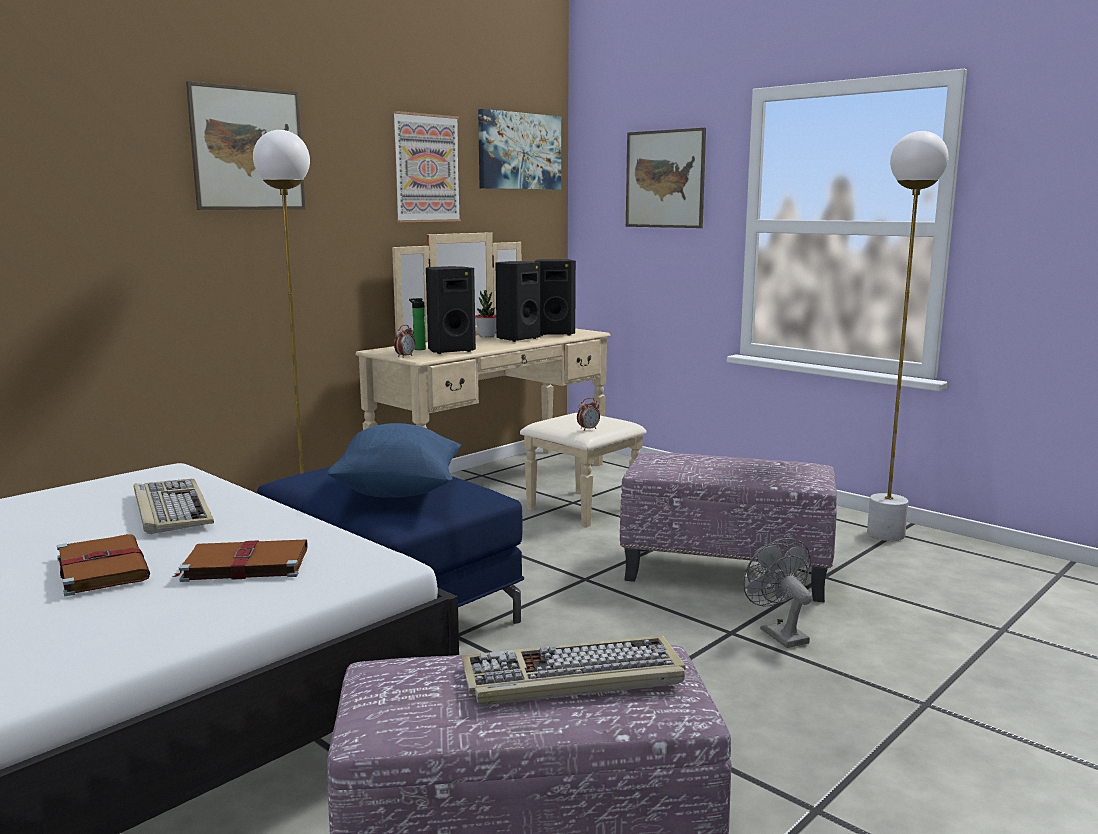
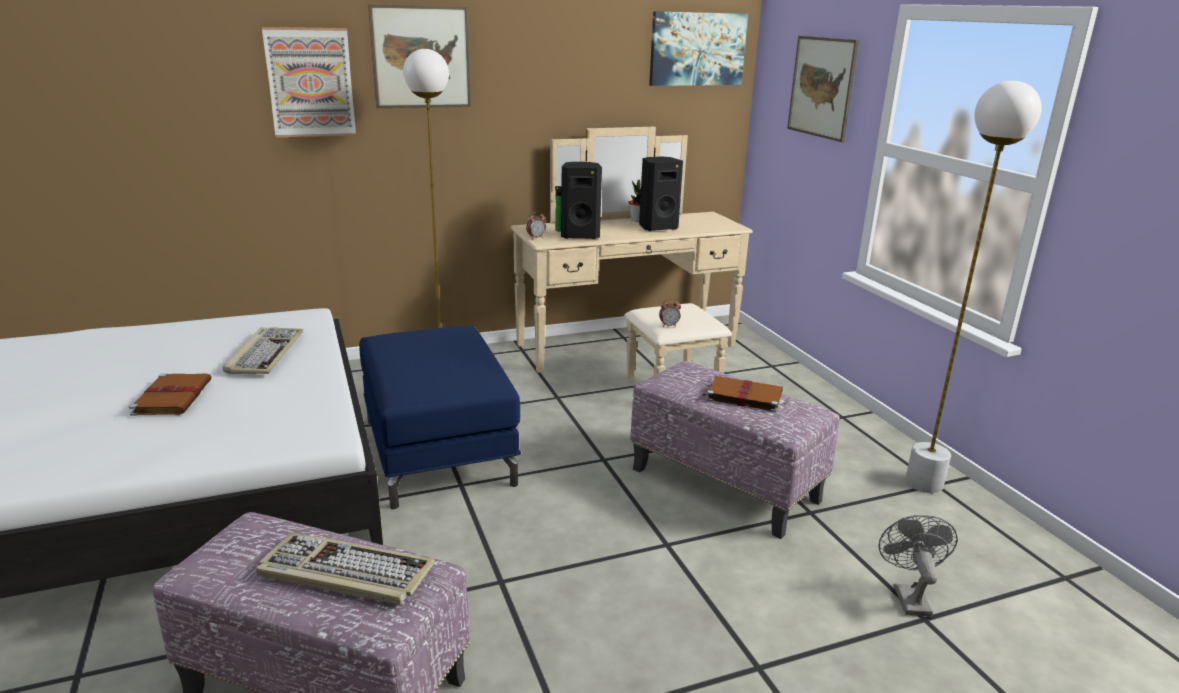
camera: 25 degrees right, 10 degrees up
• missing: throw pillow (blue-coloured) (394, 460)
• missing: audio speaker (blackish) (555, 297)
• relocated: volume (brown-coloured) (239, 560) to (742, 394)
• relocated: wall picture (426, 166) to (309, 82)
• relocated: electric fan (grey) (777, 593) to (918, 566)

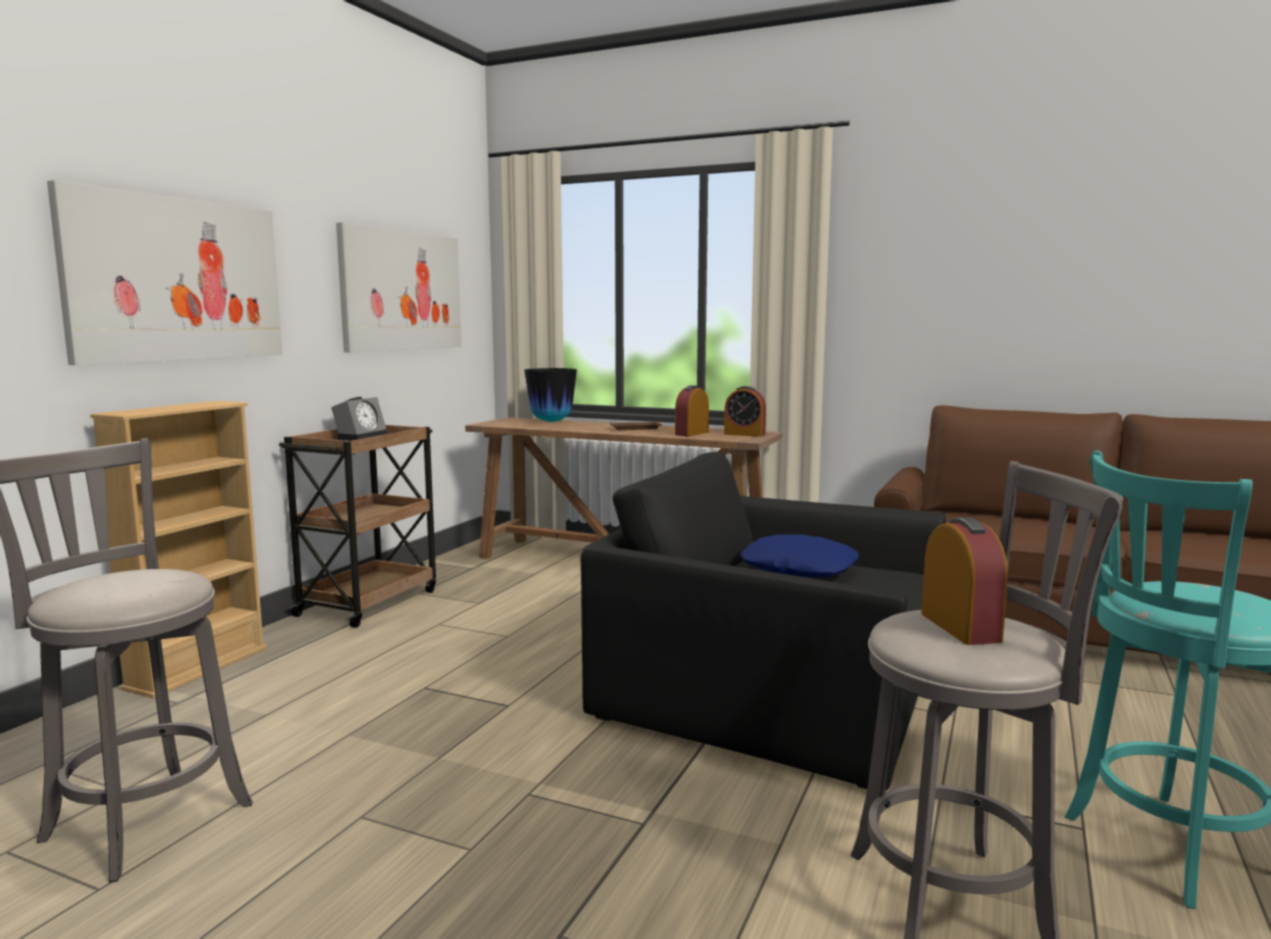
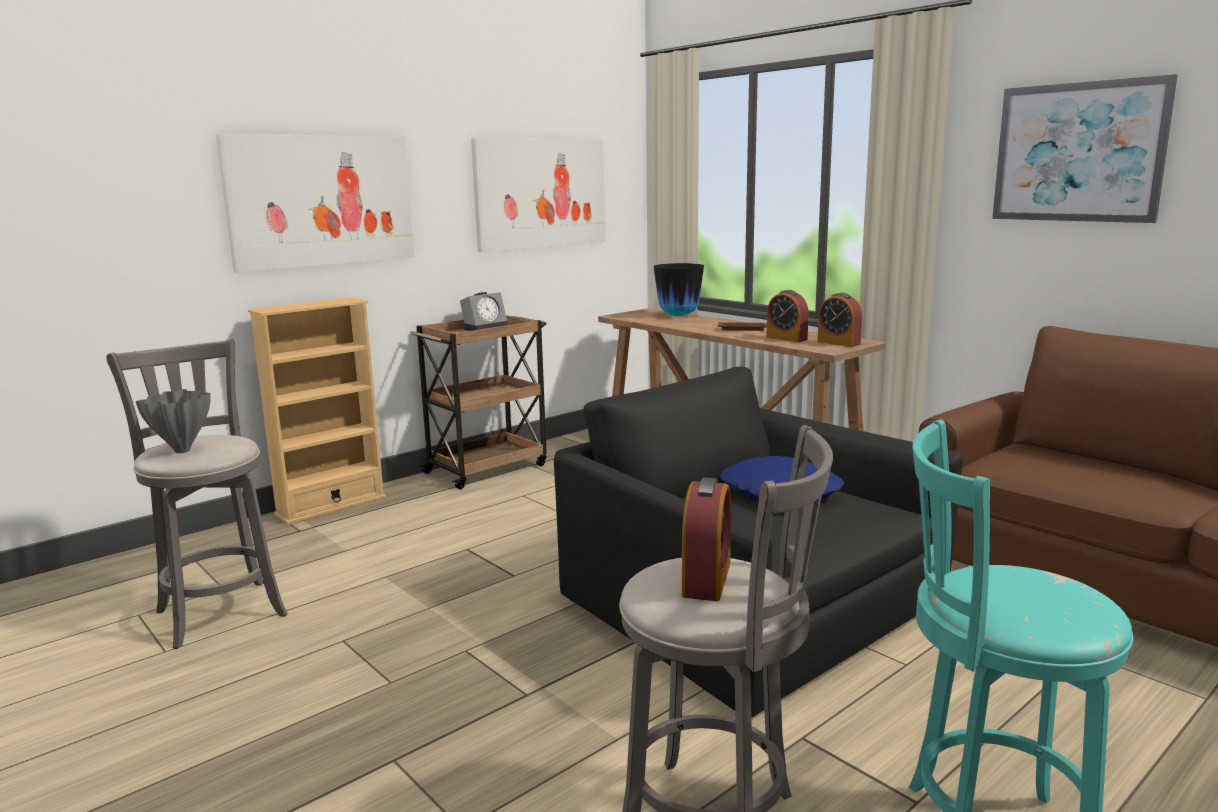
camera: 25 degrees right, 5 degrees up
• appeared: vase (grey) (173, 421)
• appeared: wall picture (1085, 148)
• spun: table clock (692, 410) = (787, 316) 105 degrees counterclockwise

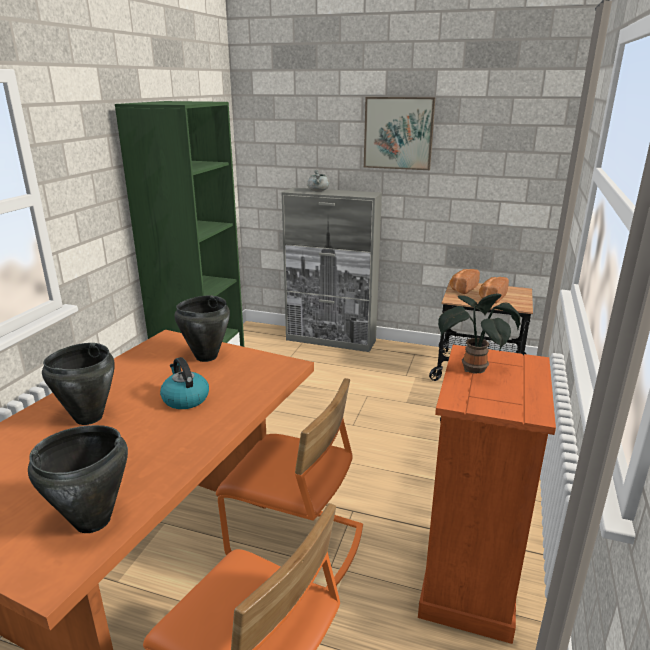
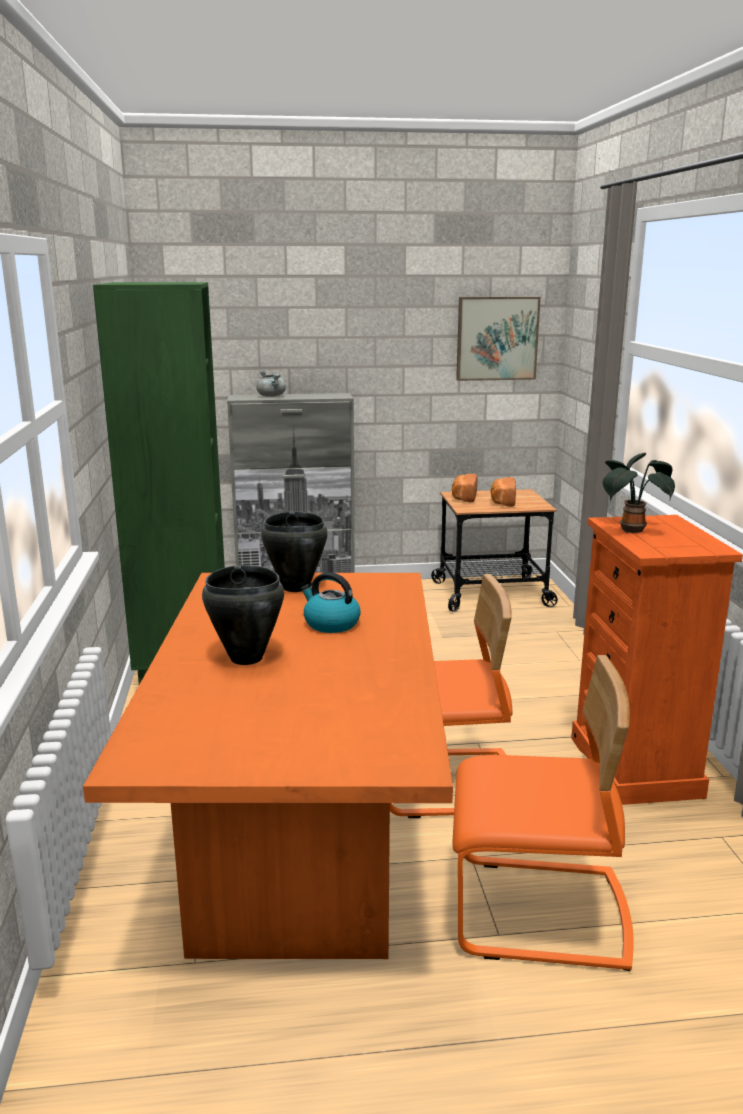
camera: 25 degrees left, 5 degrees down
• missing: cooking pot (blackish) (78, 479)
• relocated: wall picture (399, 133) to (498, 339)

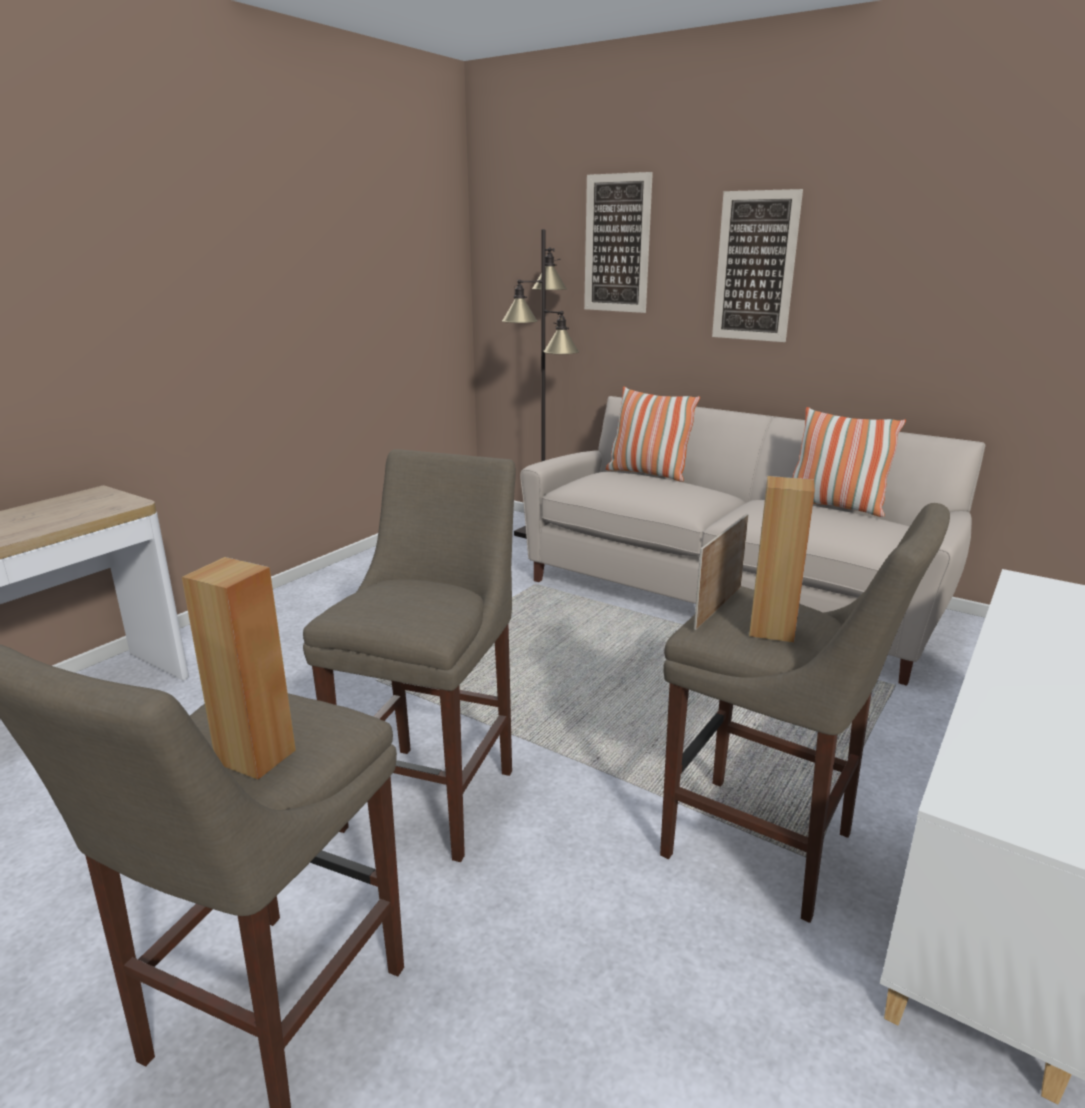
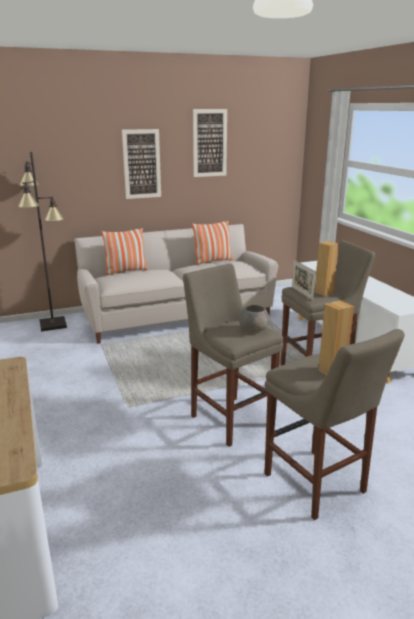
camera: 55 degrees left, 0 degrees up
• appeared: deep dish (grey) (254, 318)
• relocated: wall picture (618, 242) to (210, 143)

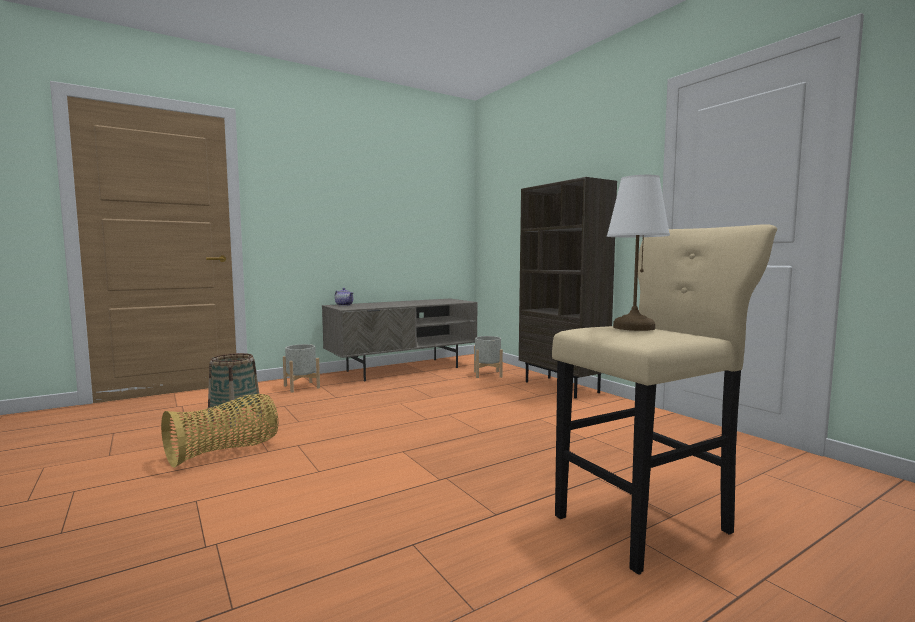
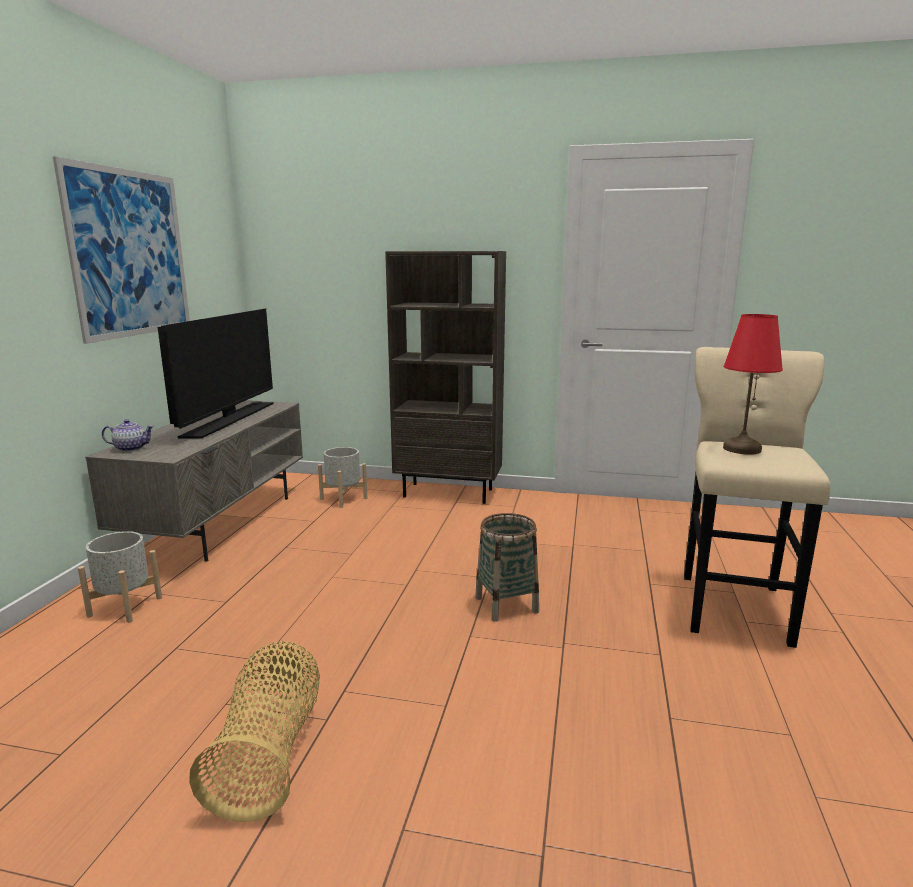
camera: 45 degrees left, 10 degrees up
• appeared: wall picture (121, 250)
• appeared: TV (216, 374)
• relocated: storage basket (235, 390) to (507, 567)
• colour: lamp for a table (whitish) (638, 253) to lamp for a table (red-coloured) (753, 384)

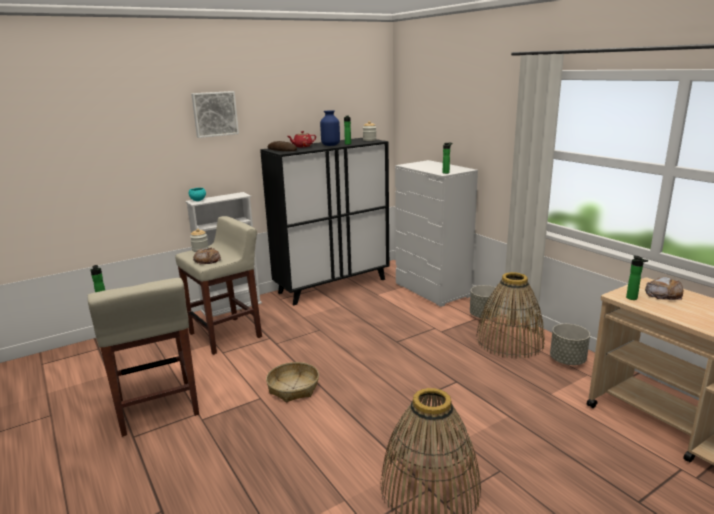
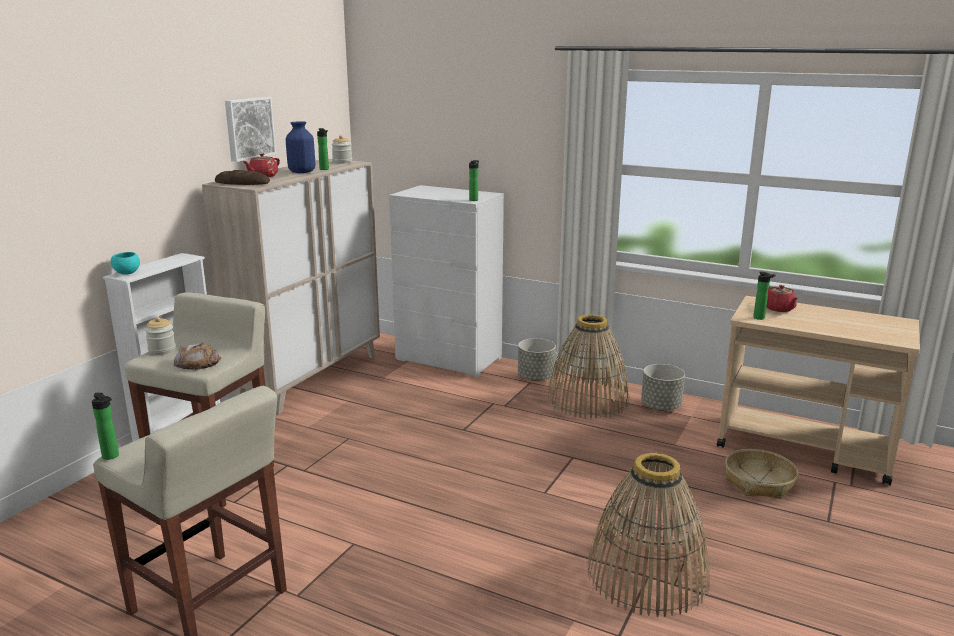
camera: 30 degrees left, 0 degrees up
• relocated: wall picture (215, 114) to (250, 129)
• relocated: storage basket (292, 382) to (762, 474)
• exchanged: bakery bread (664, 288) to teapot (red-coloured) (782, 298)
• colour: cupboard (blackish) (325, 221) to cupboard (sand-coloured) (291, 287)

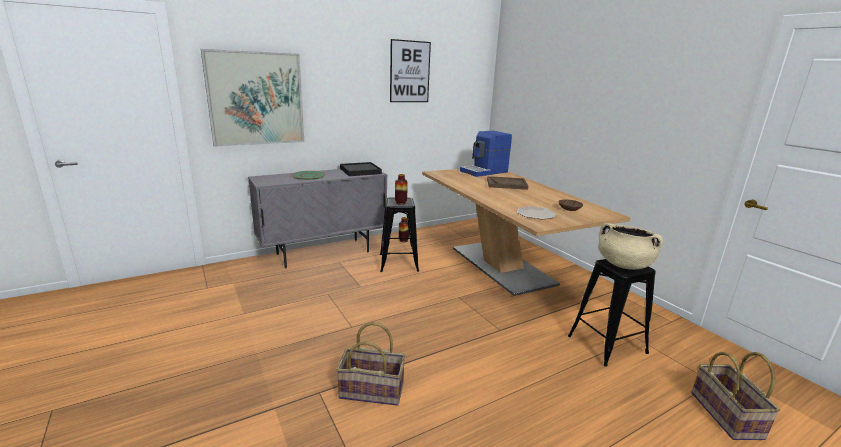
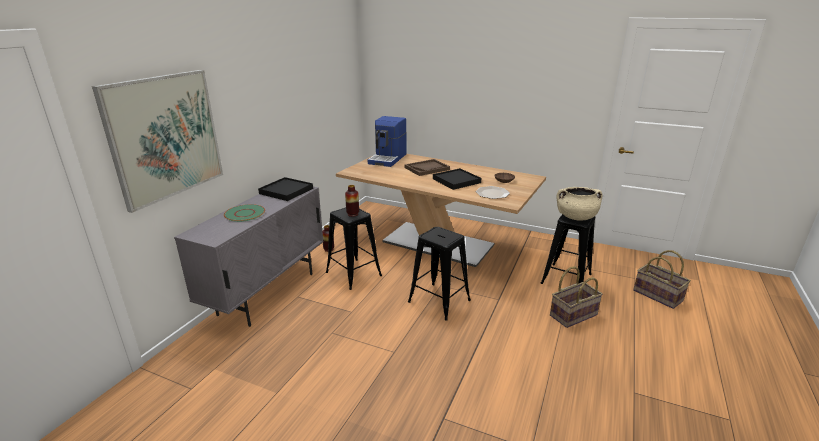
camera: 35 degrees left, 5 degrees up
• missing: wall picture (410, 70)
• appeared: stool (blackish) (439, 273)
• appeared: carrying tray (blackish) (457, 179)
• relocated: storage basket (371, 364) to (576, 297)

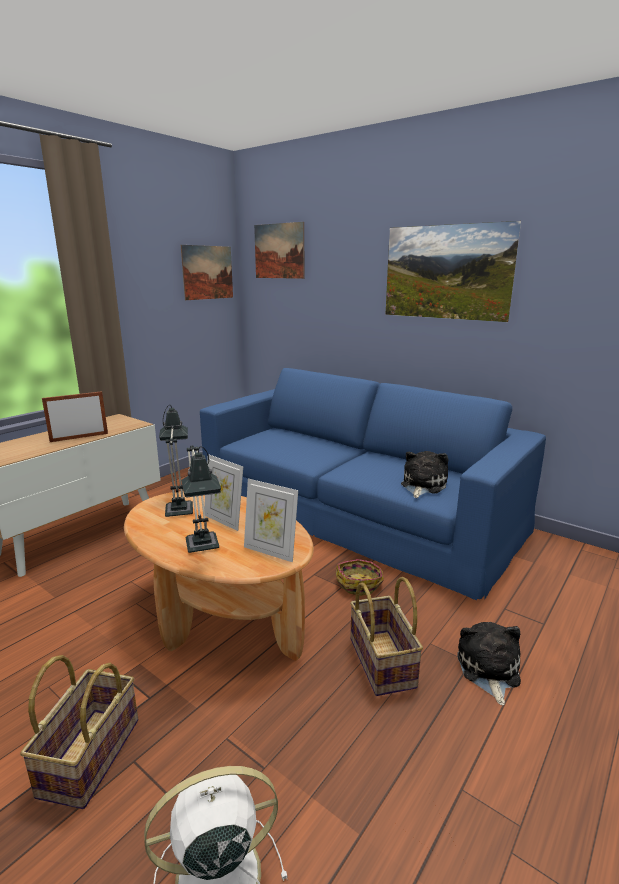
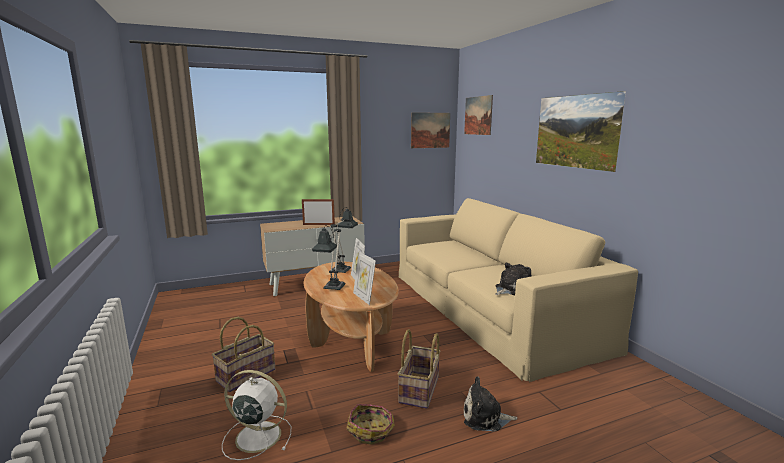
camera: 30 degrees right, 5 degrees down
• relocated: storage basket (360, 577) to (370, 424)
• colour: sofa (blue-coloured) (373, 484) to sofa (sand-coloured) (518, 290)
• spun: plush toy (489, 663) = (490, 404) 120 degrees counterclockwise

